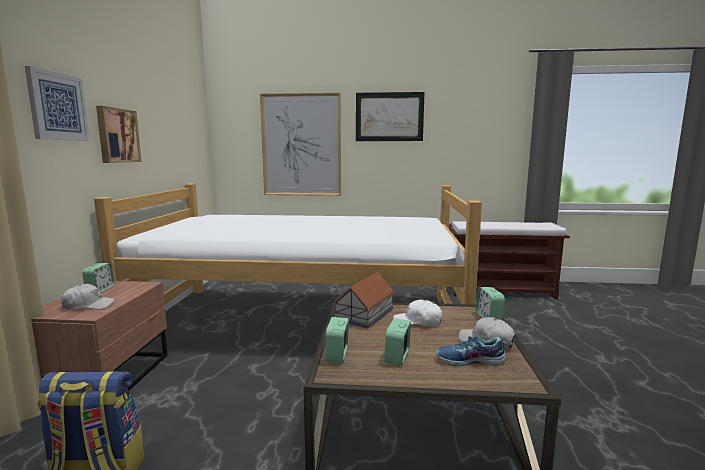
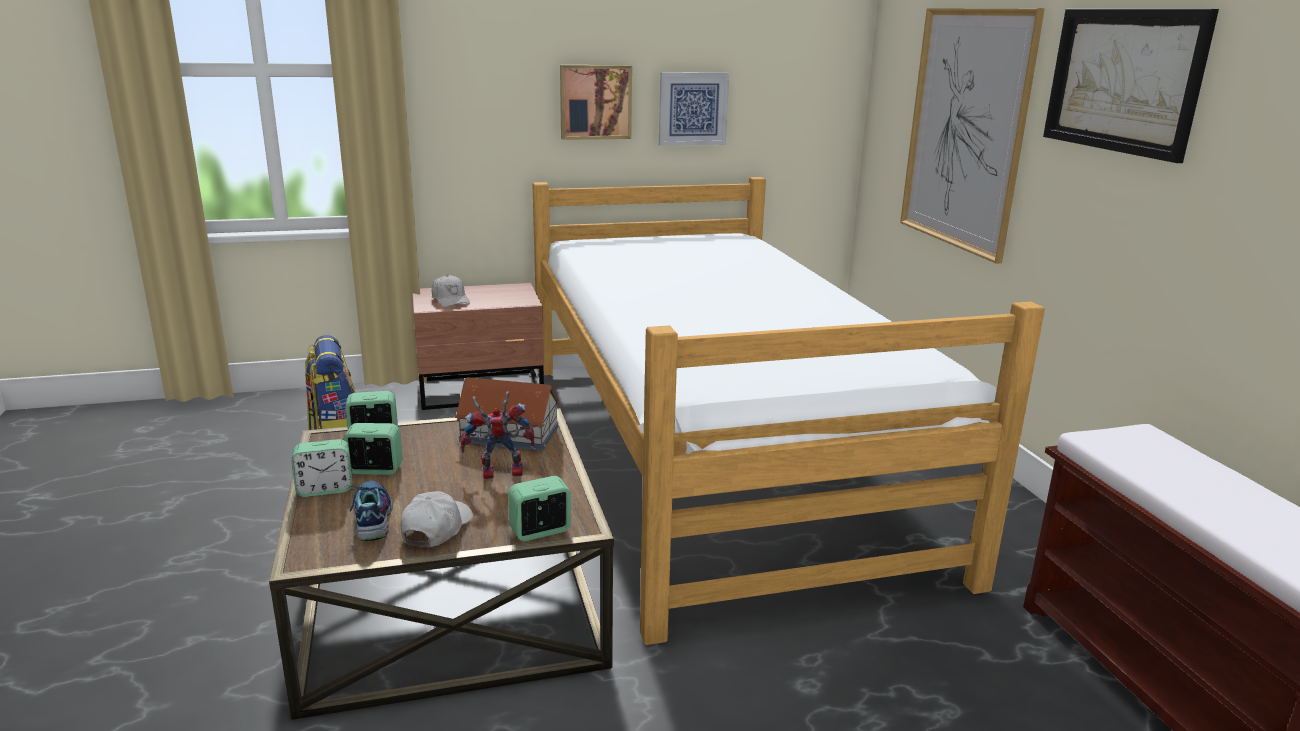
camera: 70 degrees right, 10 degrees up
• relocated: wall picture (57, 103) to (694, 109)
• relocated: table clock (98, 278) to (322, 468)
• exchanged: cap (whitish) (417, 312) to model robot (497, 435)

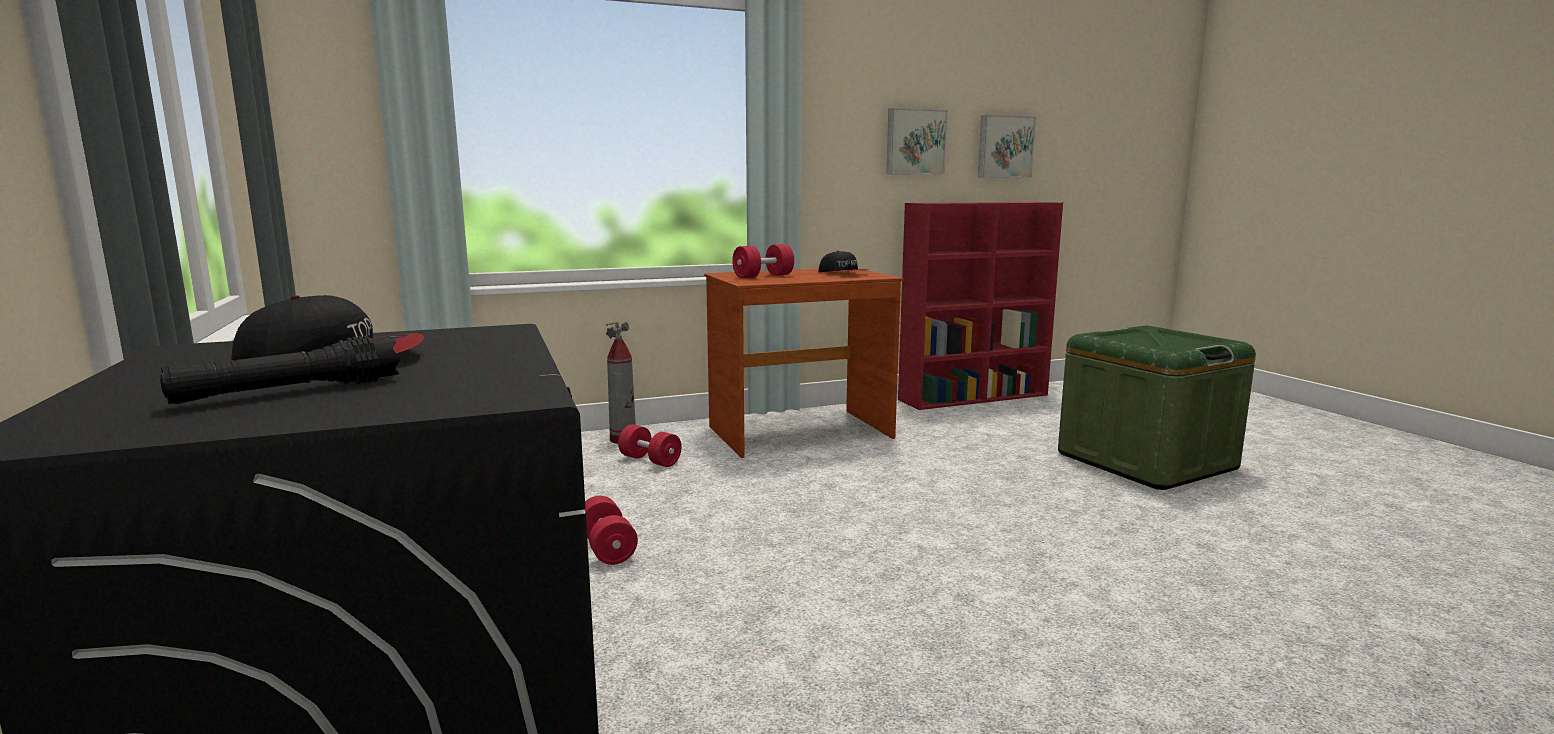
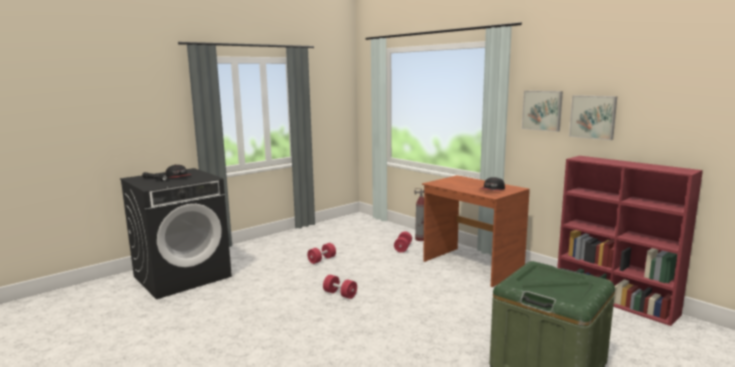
camera: 70 degrees right, 0 degrees up
• relocated: dumbbell (red-coloured) (763, 261) to (340, 287)
• relocated: wall picture (1007, 146) to (542, 111)

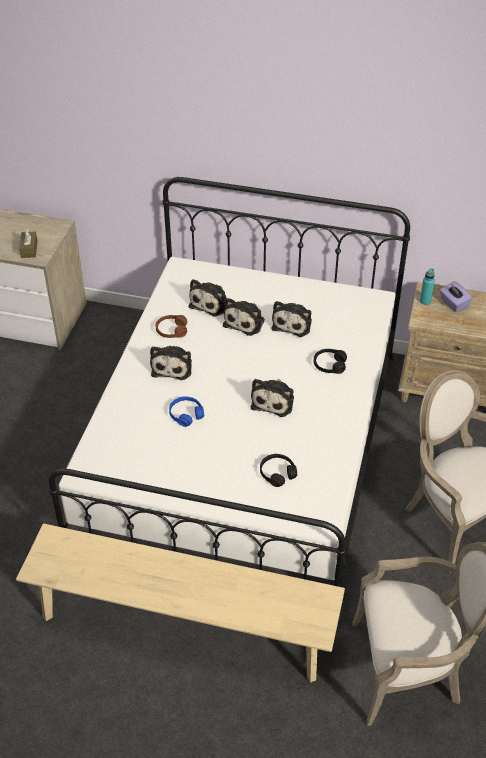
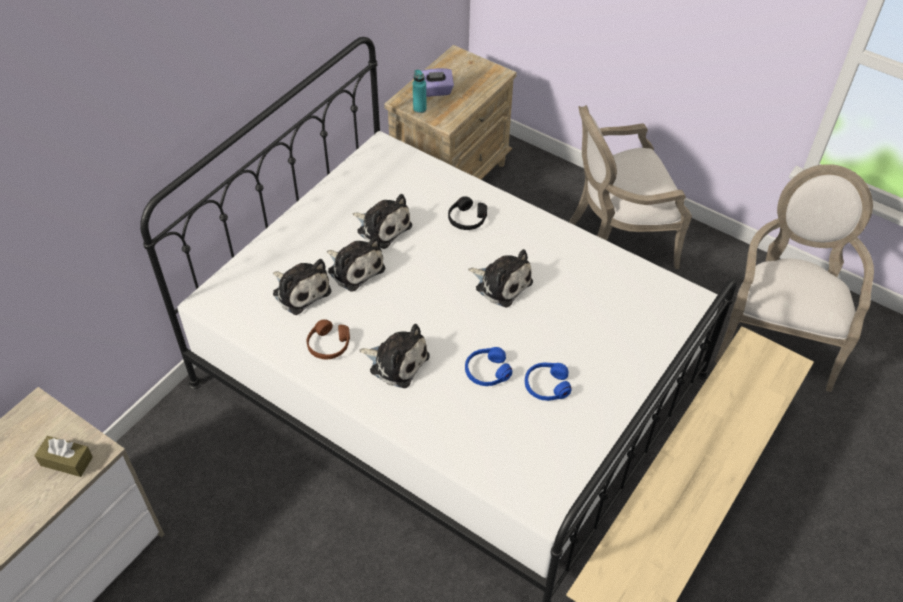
camera: 70 degrees left, 5 degrees up
• missing: pair of headphones (blackish) (278, 470)
• appeared: pair of headphones (blue-coloured) (548, 382)

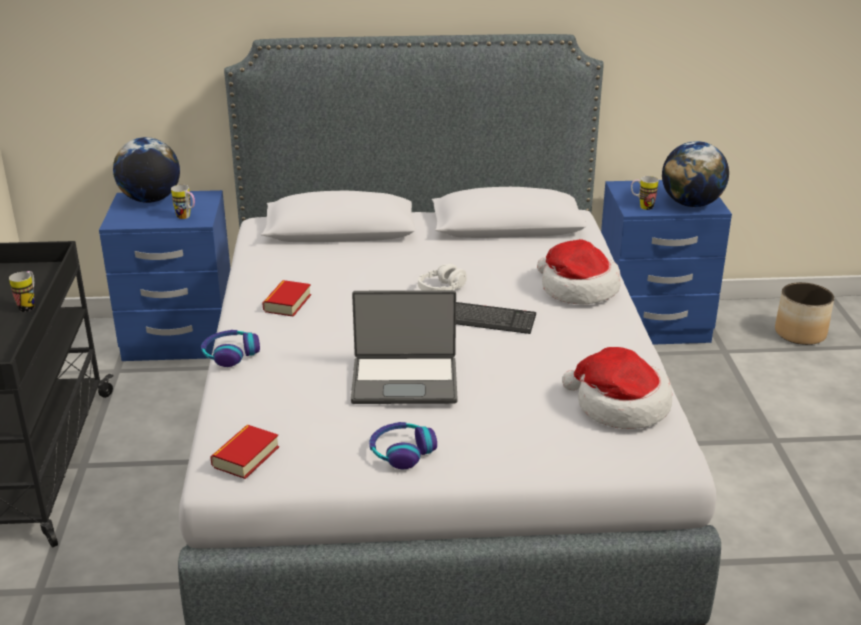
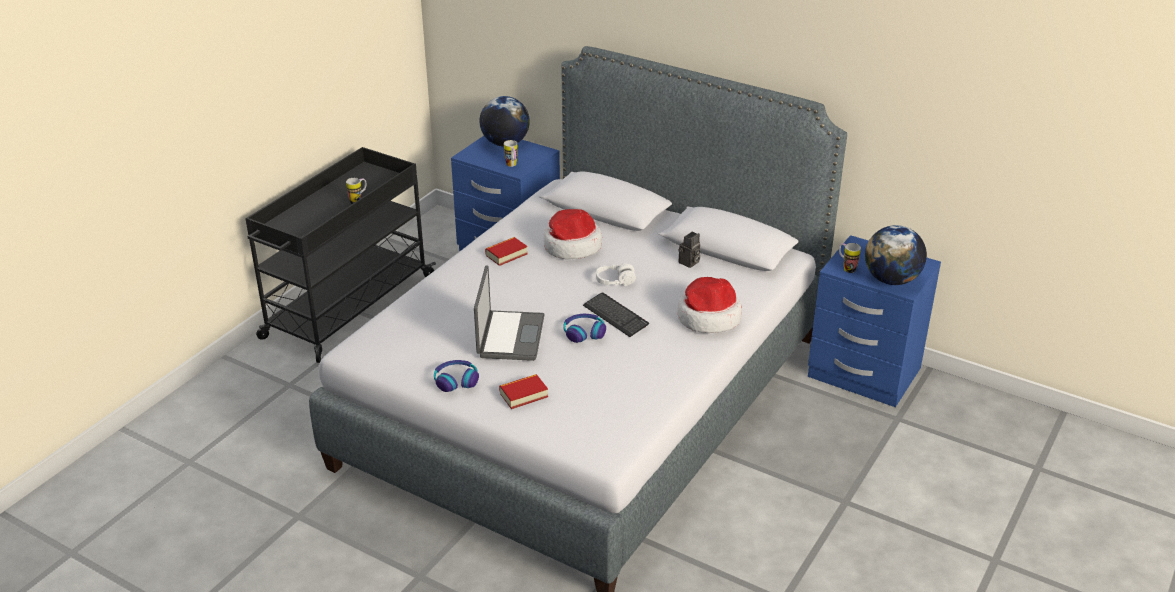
camera: 35 degrees right, 5 degrees up
• missing: flower pot (804, 313)
• appeared: still camera (689, 250)
• relocated: pair of headphones (230, 348) to (584, 328)
• relocated: volume (244, 451) to (523, 391)
• relocated: clothing hat (617, 388) to (572, 234)
• spun: laptop (404, 347) = (509, 313) 120 degrees counterclockwise

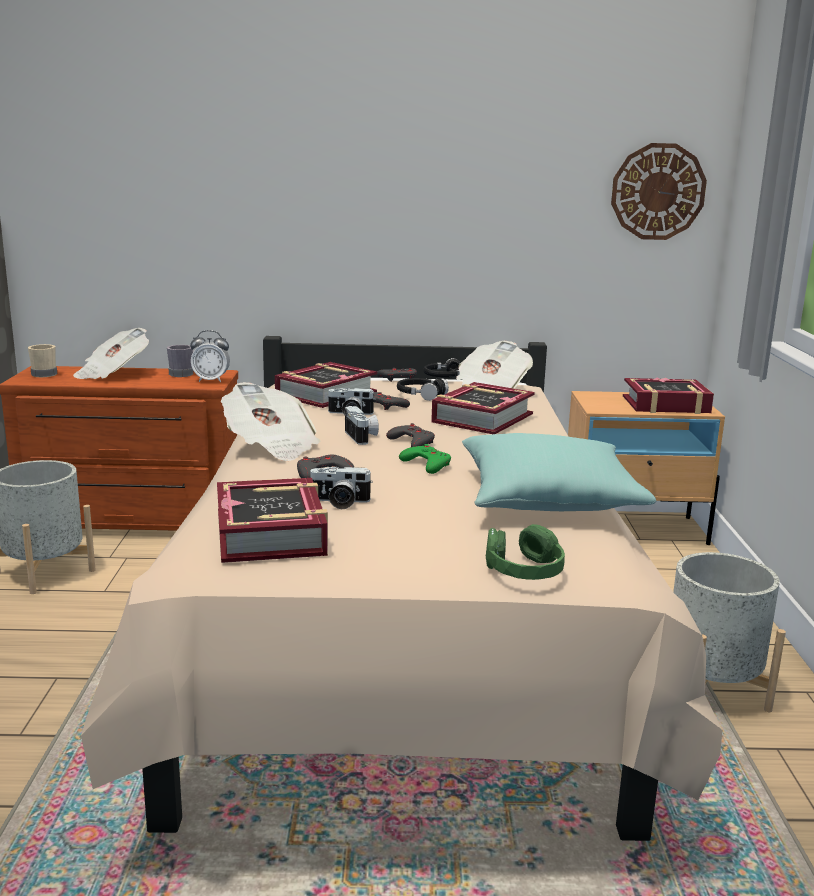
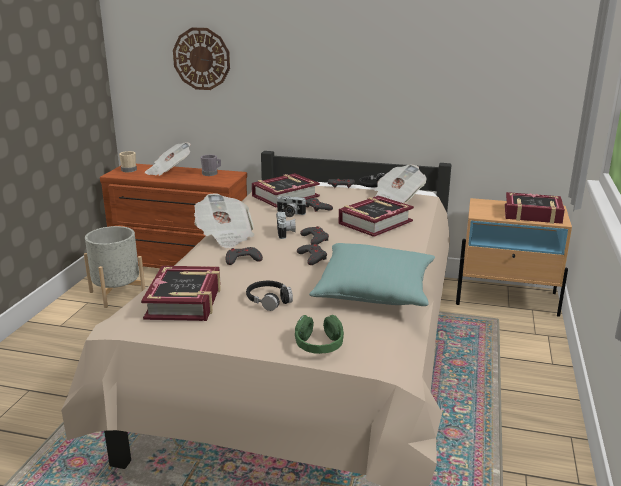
camera: 15 degrees right, 5 degrees up
• missing: table clock (210, 356)
• missing: still camera (341, 488)
• missing: flower pot (grey) (729, 632)
• relocated: pair of headphones (blackish) (423, 389) to (269, 296)
• relocated: clock on the wall (659, 191) to (201, 59)
• colour: gamepad (greenish) (425, 459) to gamepad (grey) (312, 254)

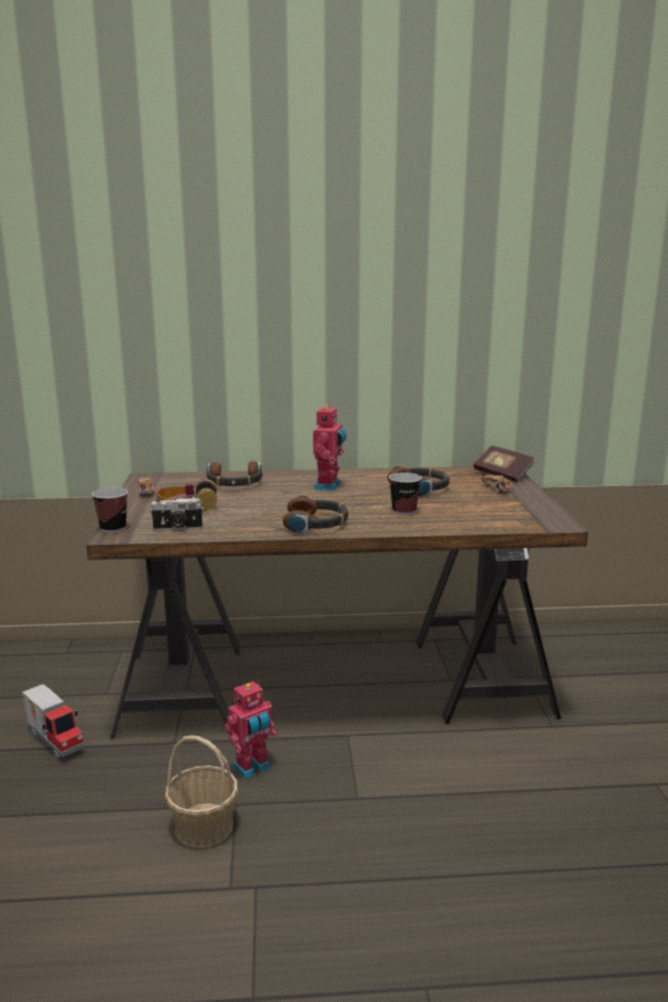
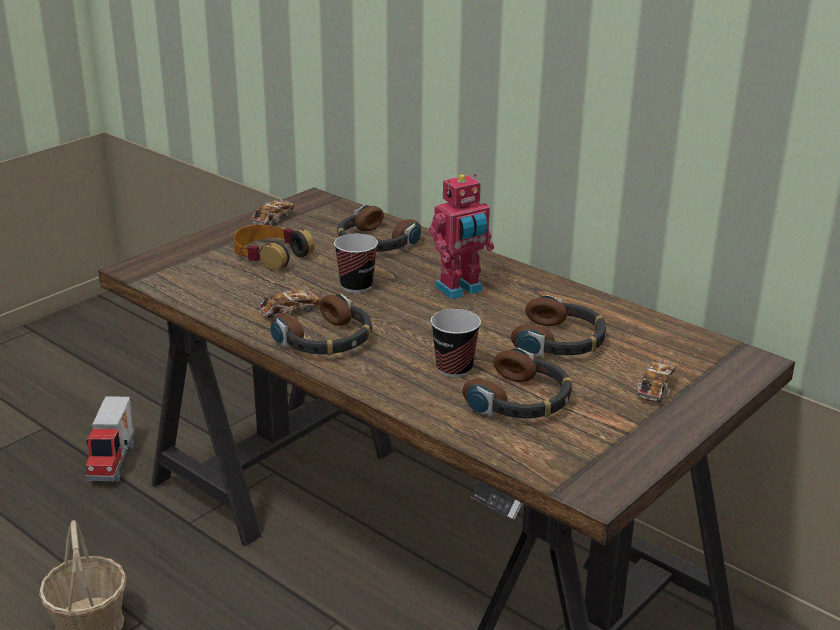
camera: 45 degrees right, 10 degrees up
• missing: still camera (177, 514)
• missing: model robot (251, 730)
• missing: volume (504, 464)
• appeared: toy car (288, 304)
• appeared: pair of headphones (517, 383)
• relocated: drinking cup (110, 510) to (356, 263)

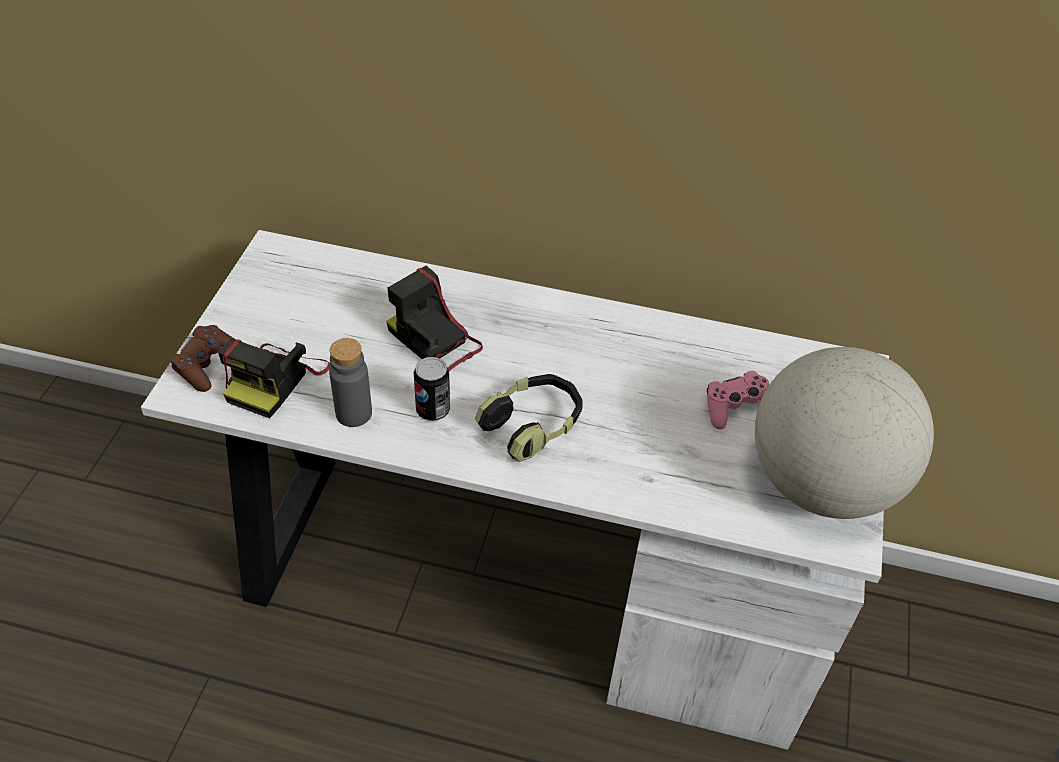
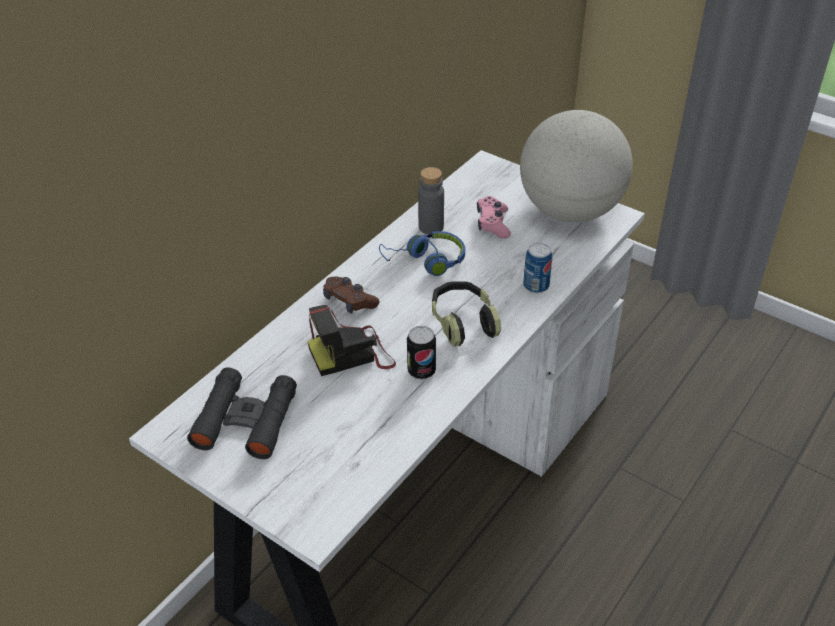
camera: 65 degrees left, 5 degrees down
• missing: still camera (274, 378)
• appeared: binoculars (blackish) (242, 413)
• appeared: pair of headphones (blue-coloured) (422, 253)
• appeared: sealed can (537, 268)
• relocated: gamepad (brown-coloured) (203, 358) to (351, 295)
• relocated: beverage bottle (grey) (350, 382) to (431, 200)

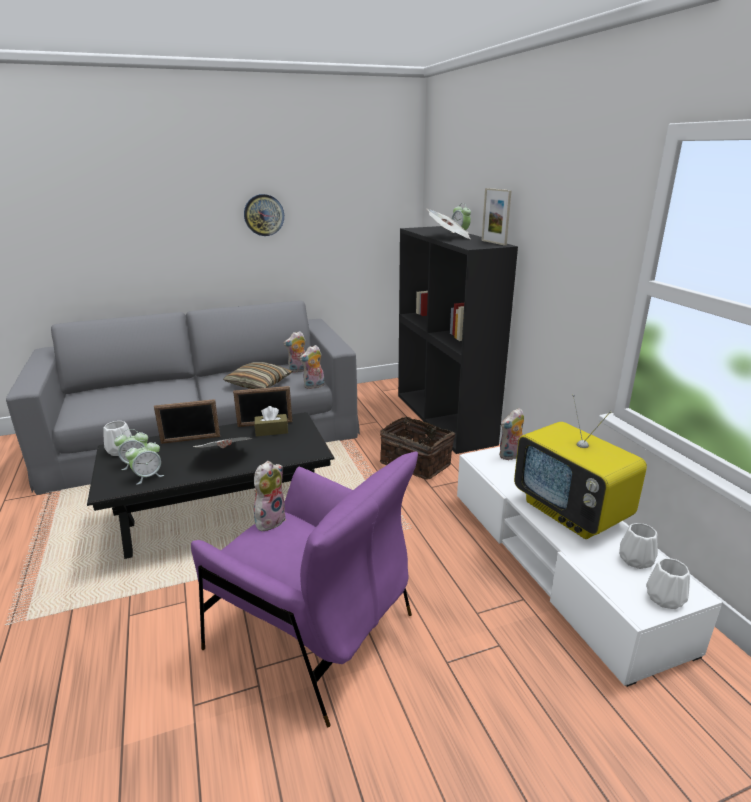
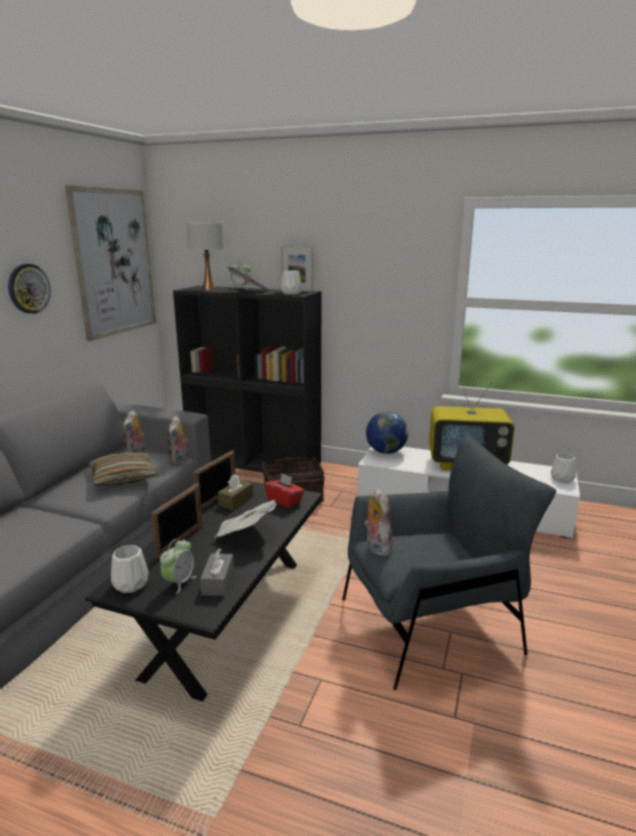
camera: 50 degrees left, 5 degrees down
• appeared: wall picture (110, 263)
• appeared: lamp for a table (whitish) (205, 256)
• appeared: box of tissues (red-coloured) (284, 490)
• relocated: vase (whitish) (638, 546) to (291, 282)
• exchanged: table clock (144, 462) to box of tissues (grey) (217, 572)
• exchanged: plush toy (511, 434) to desk globe (387, 433)
• colour: lounge chair (purple) (304, 589) to lounge chair (grey) (449, 562)

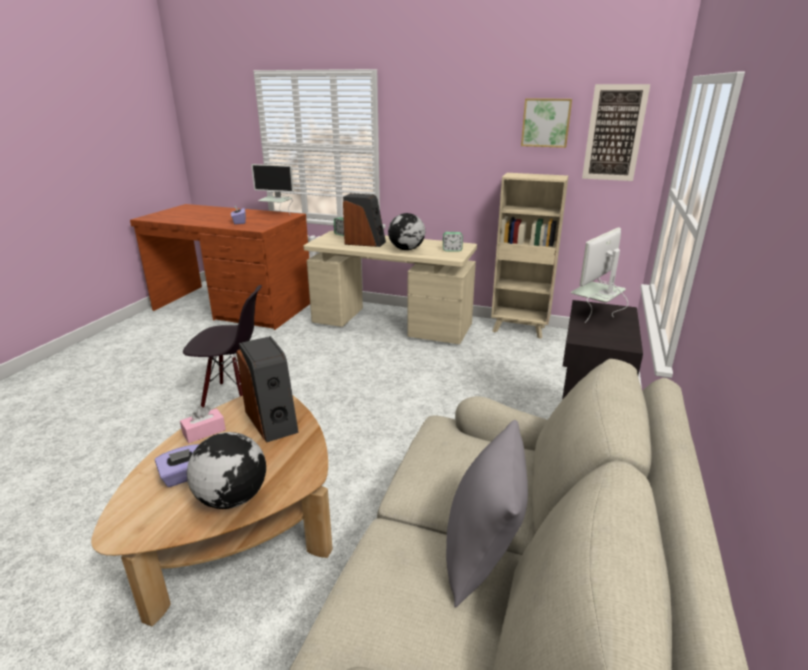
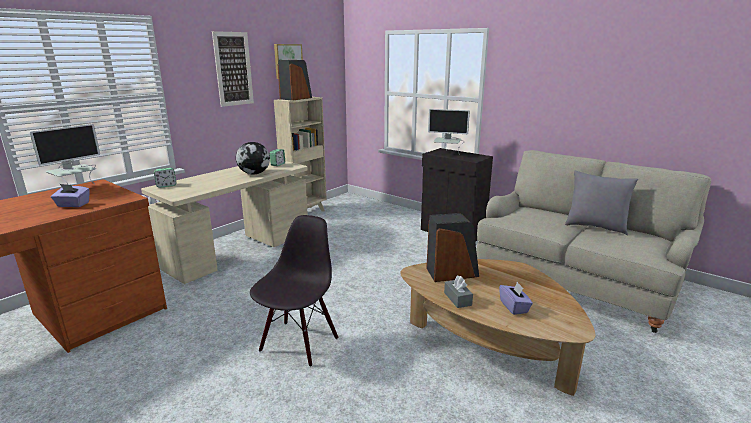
camera: 70 degrees left, 5 degrees down
• missing: desk globe (226, 470)
• relocated: audio speaker (364, 220) to (294, 80)
• relocated: wall picture (616, 132) to (233, 69)
• colour: box of tissues (pink-coloured) (203, 424) to box of tissues (grey) (458, 291)
• spun: monitor (599, 275) = (449, 132) 45 degrees counterclockwise

